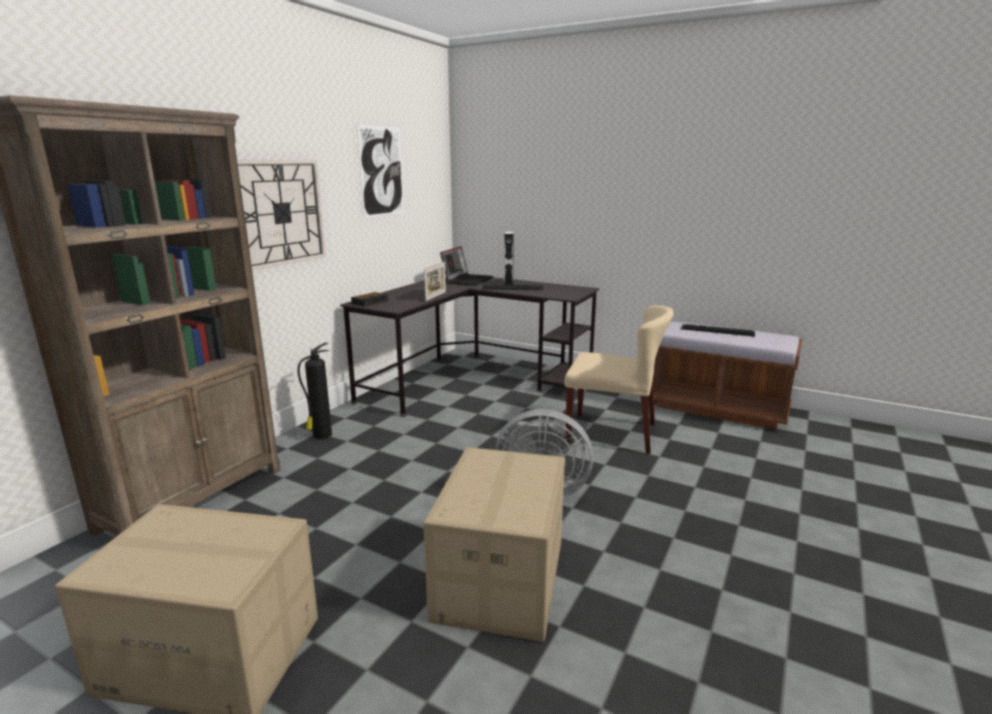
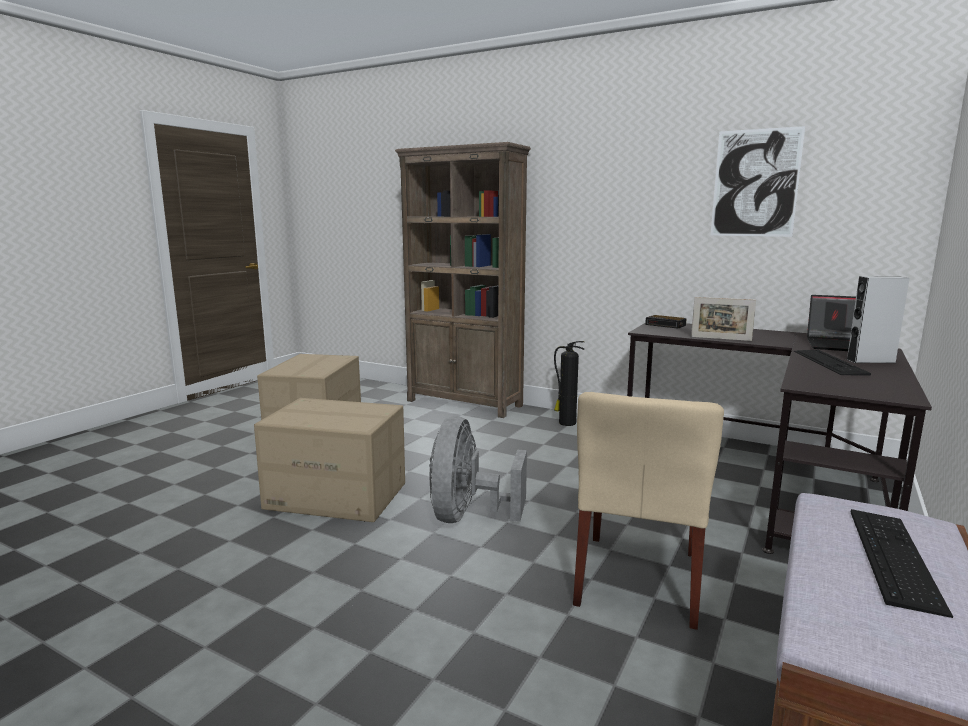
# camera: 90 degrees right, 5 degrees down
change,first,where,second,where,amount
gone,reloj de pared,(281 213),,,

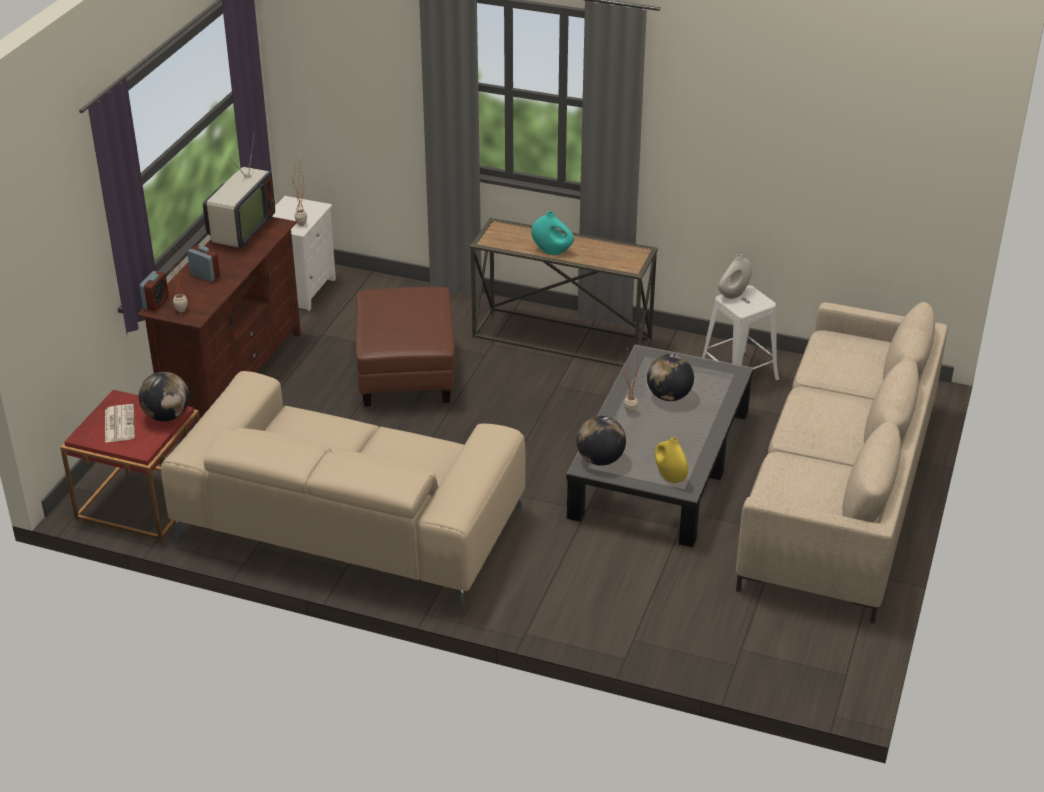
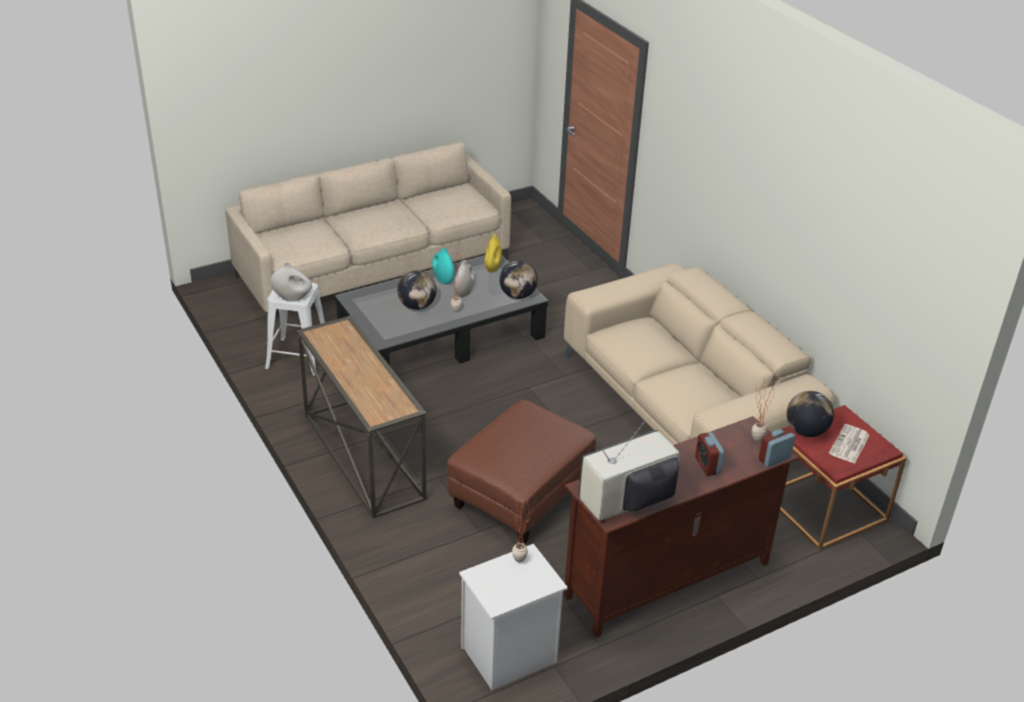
# camera: 140 degrees left, 0 degrees up
change,first,where,second,where,amount
shifted,florero/turquesa,(552 251),,(443 280),
new,,,florero/blanco,(464 292),

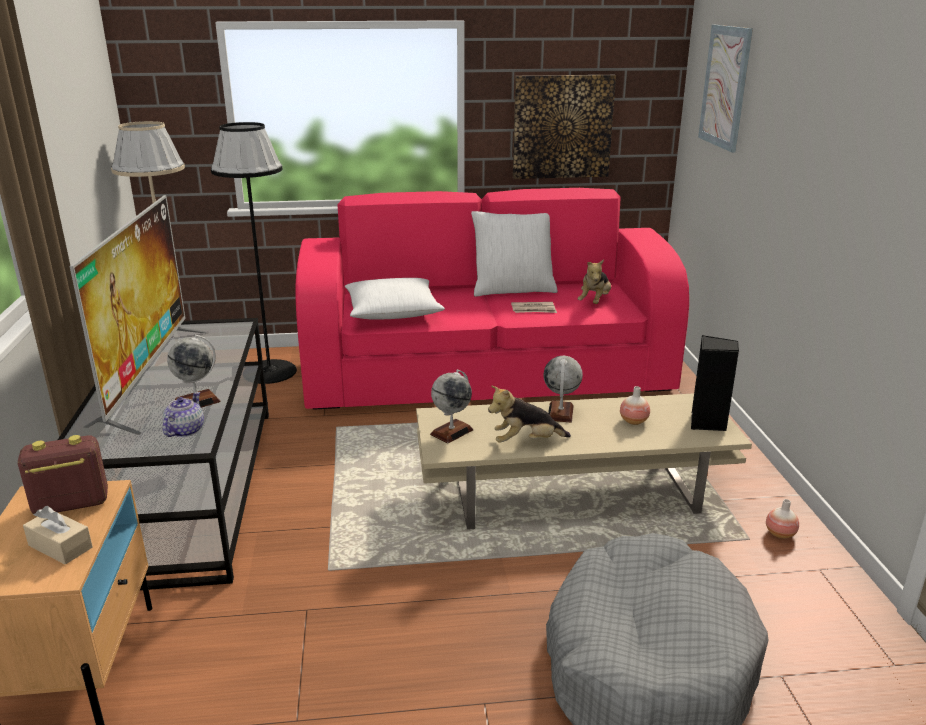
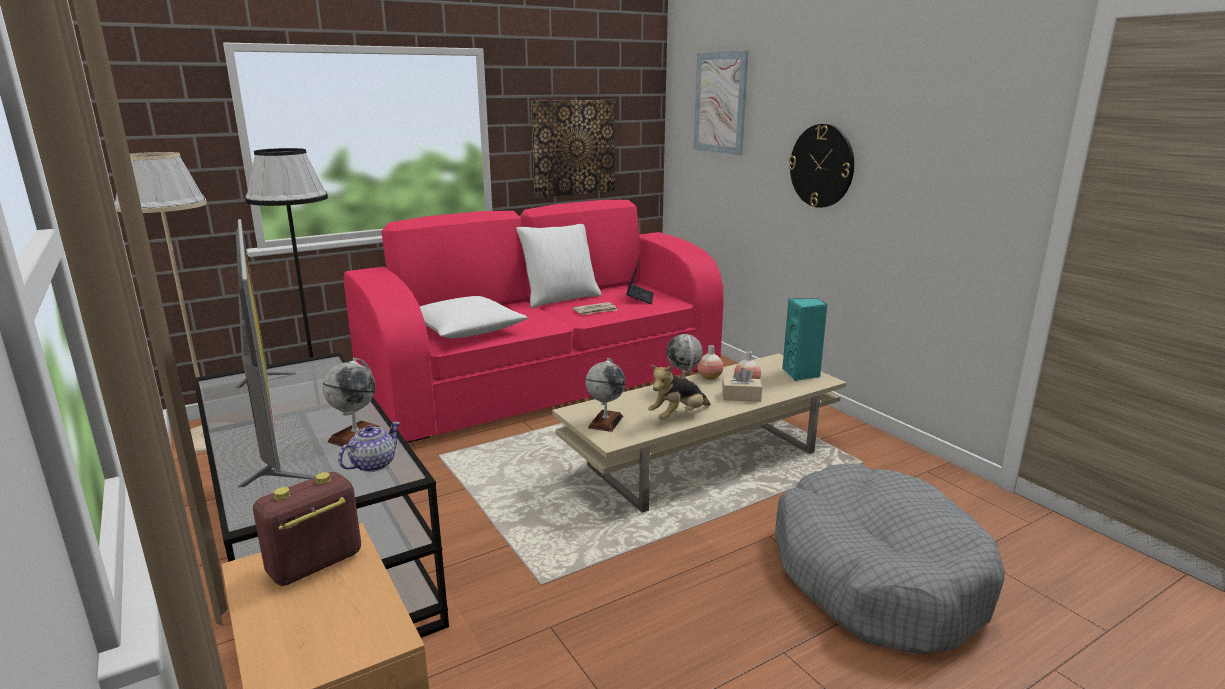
# camera: 25 degrees left, 5 degrees down
change,first,where,second,where,amount
rotated,tetera,(184 431),,(372 465),45 degrees clockwise
swapped,peluche,(594 301),portátil,(640 298),
shifted,florero,(780 534),,(709 377),
shifted,caja de pañuelos/beis,(60 546),,(741 397),
repainted,altavoz/negro,(708 423),altavoz/turquesa,(801 374),
new,,,reloj de pared,(822 166),

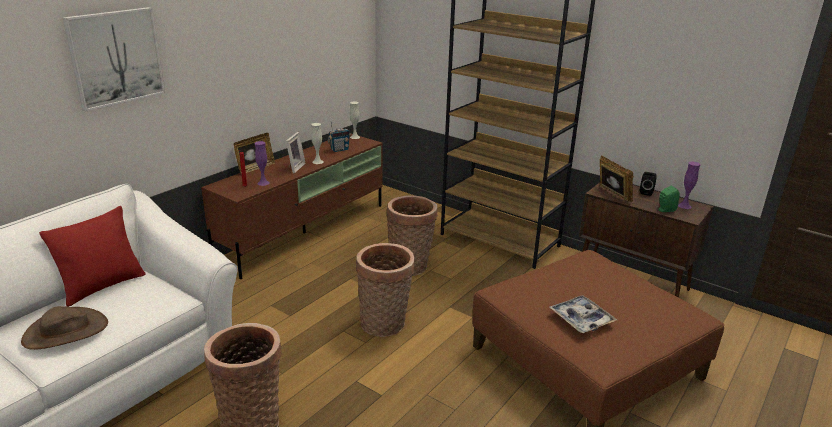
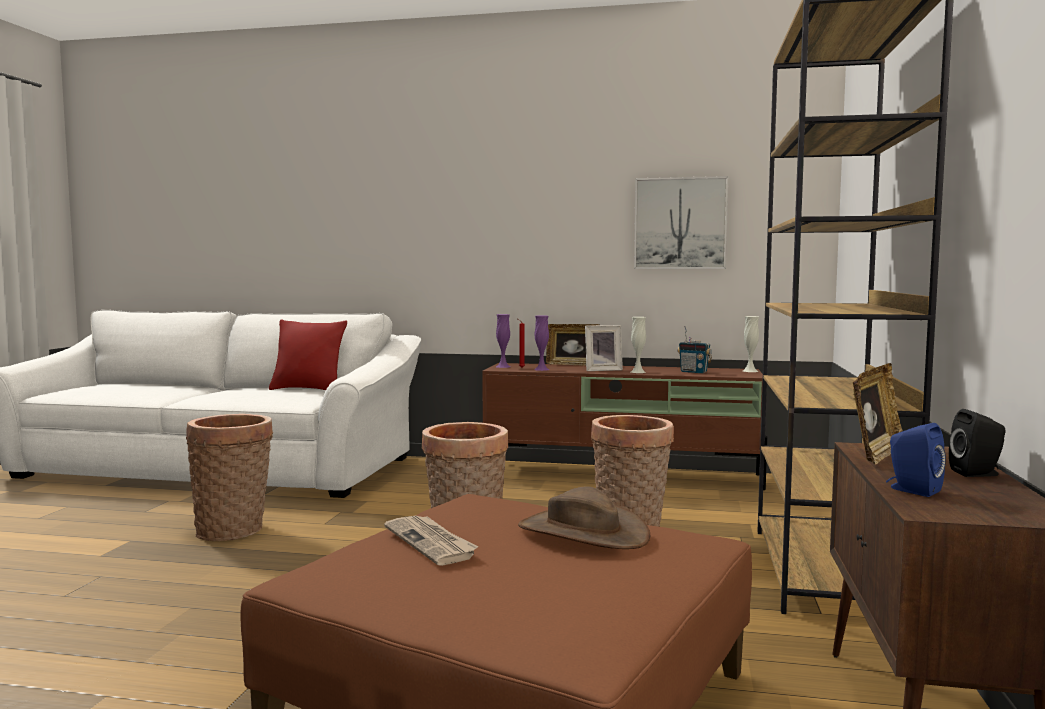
# camera: 65 degrees right, 20 degrees down
change,first,where,second,where,amount
swapped,bandeja,(581 319),periódico,(431 542),
shifted,florero/morado,(684 206),,(503 366),
shifted,sombrero/marrón,(65 332),,(582 532),
shifted,cuadro,(116 57),,(680 223),
repainted,altavoz/verde,(665 210),altavoz/azul,(912 490),

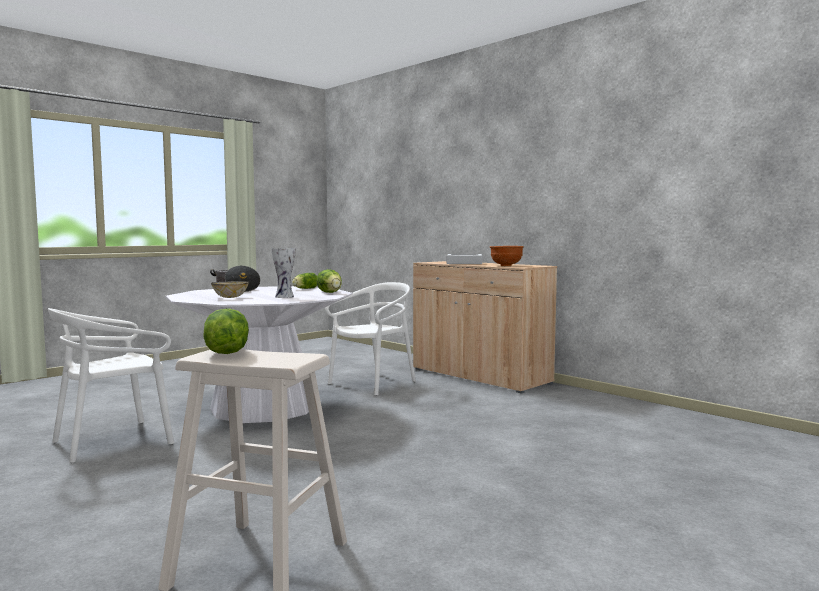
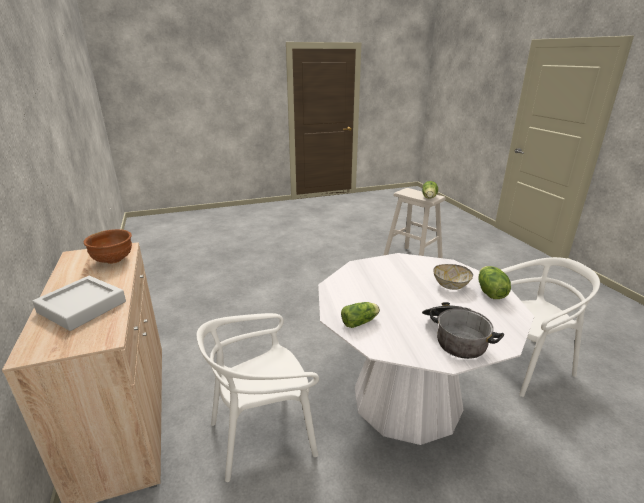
# camera: 155 degrees left, 20 degrees up
change,first,where,second,where,amount
shifted,lechuga,(330 292),,(490 293),
gone,florero,(285 297),,,

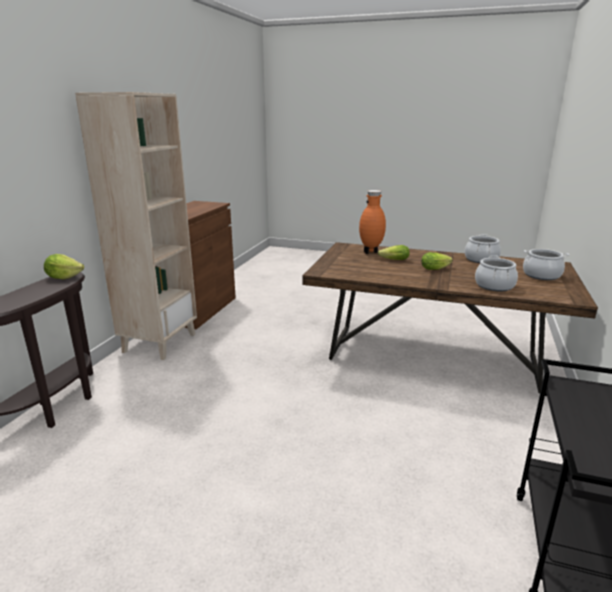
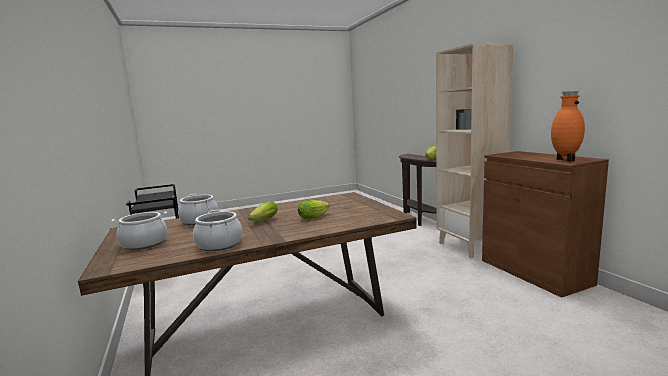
# camera: 140 degrees right, 10 degrees down
change,first,where,second,where,amount
shifted,florero/naranja,(371 252),,(564 160),

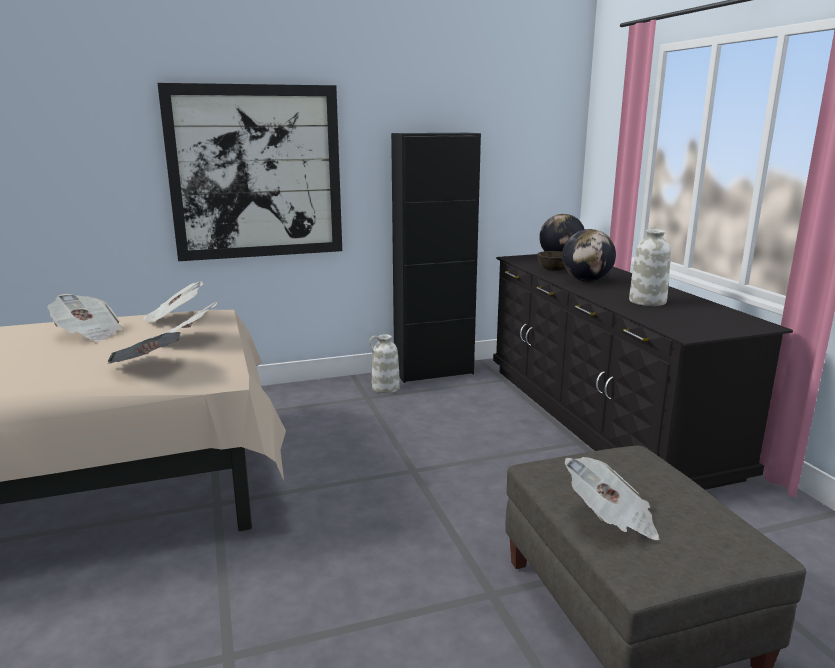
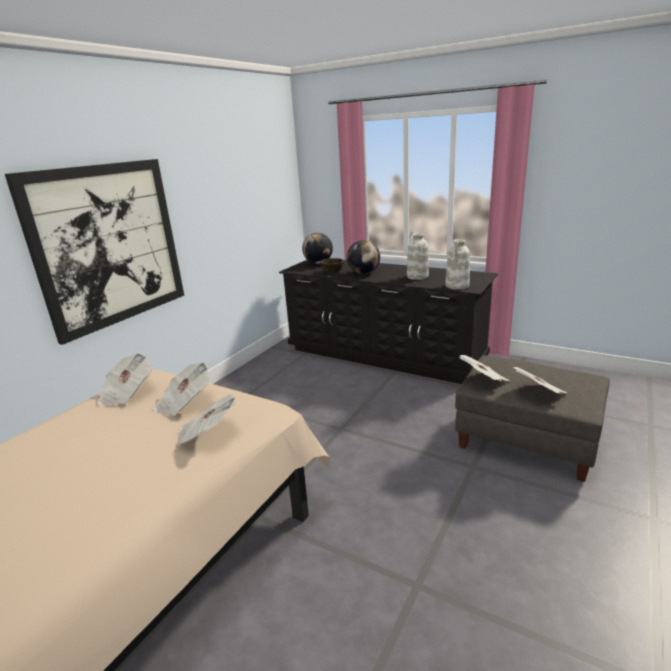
# camera: 40 degrees left, 5 degrees up
change,first,where,second,where,amount
shifted,florero/blanco,(385 388),,(457 286),
shifted,periódico,(88 334),,(483 380),
gone,armario/negro,(433 372),,,

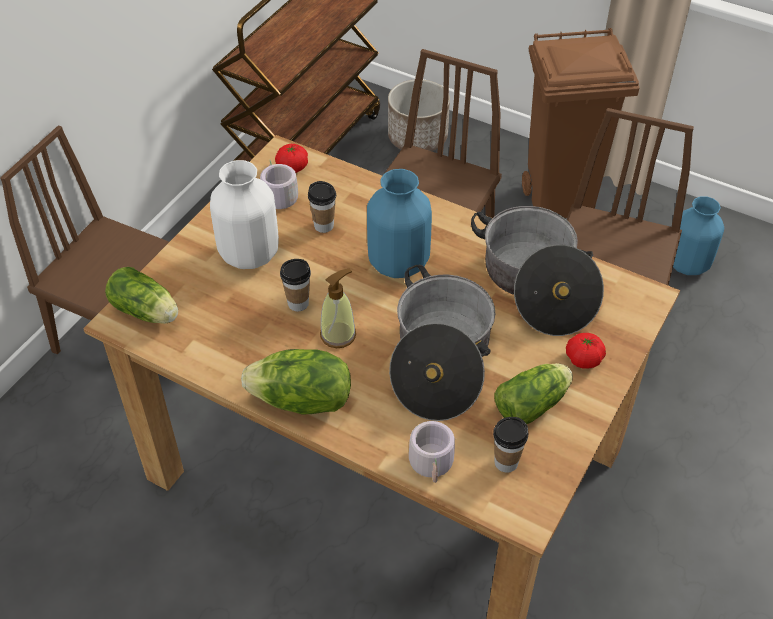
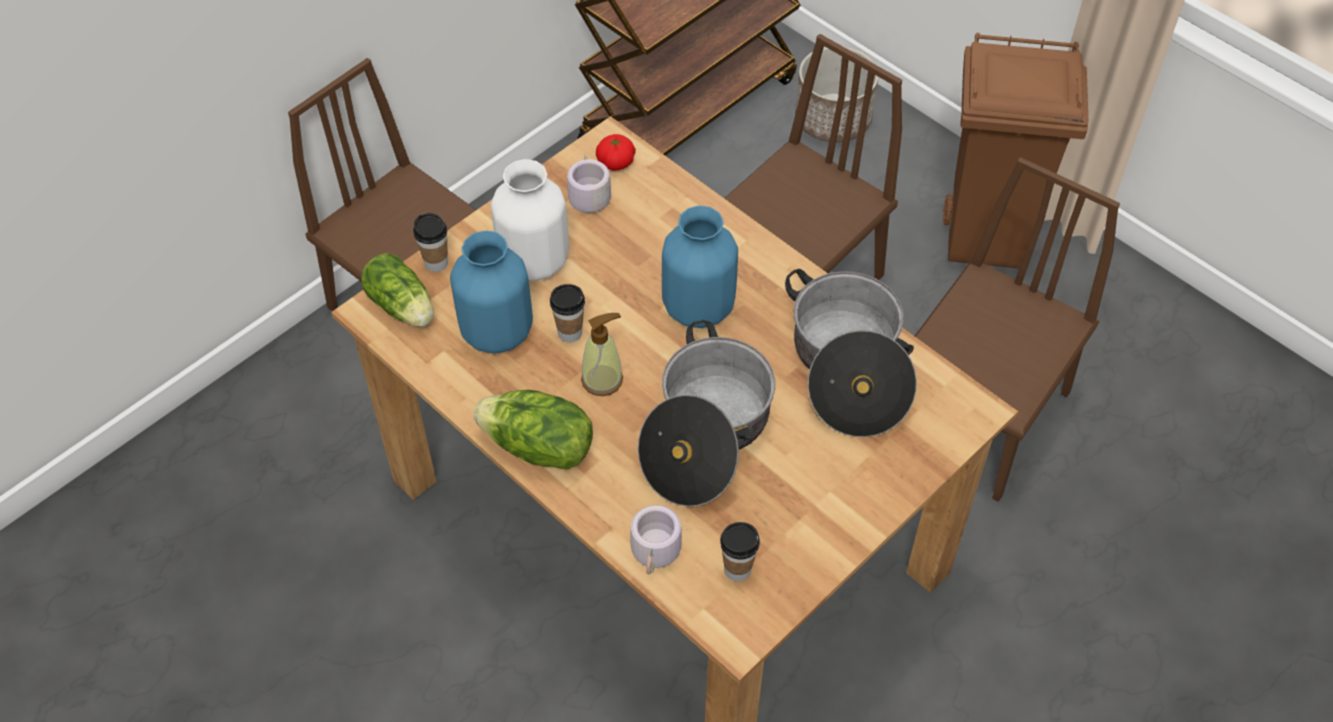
# camera: 15 degrees right, 5 degrees up
change,first,where,second,where,amount
shifted,taza,(324 226),,(436 263),
shifted,florero/azul,(687 263),,(497 331),
gone,lechuga,(534 404),,,
gone,tomate,(583 359),,,

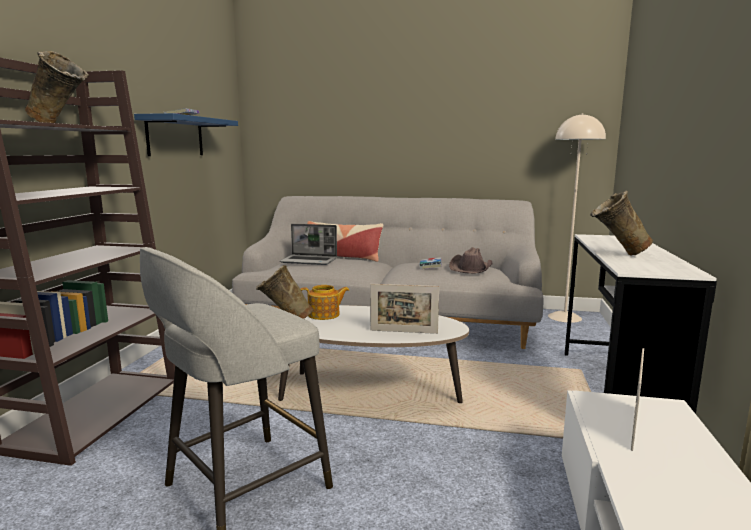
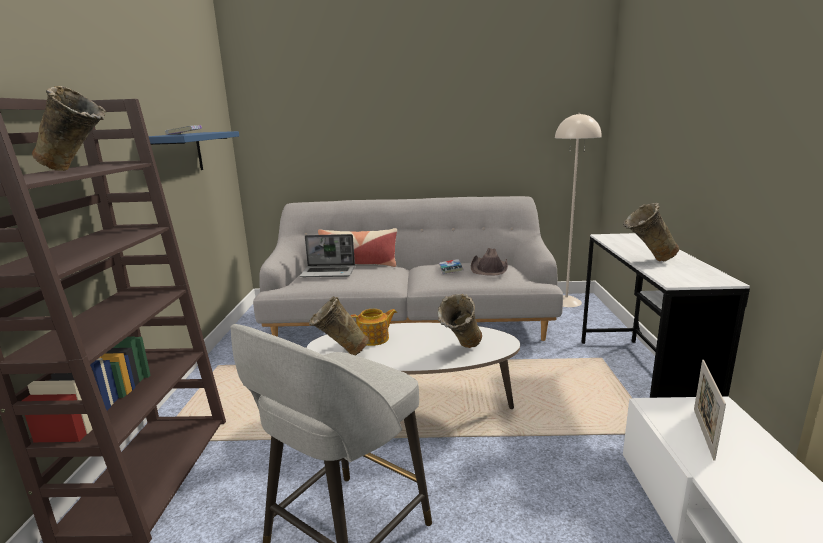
# camera: 10 degrees left, 5 degrees up
change,first,where,second,where,amount
swapped,portarretratos,(403 332),florero/beis,(461 352),

